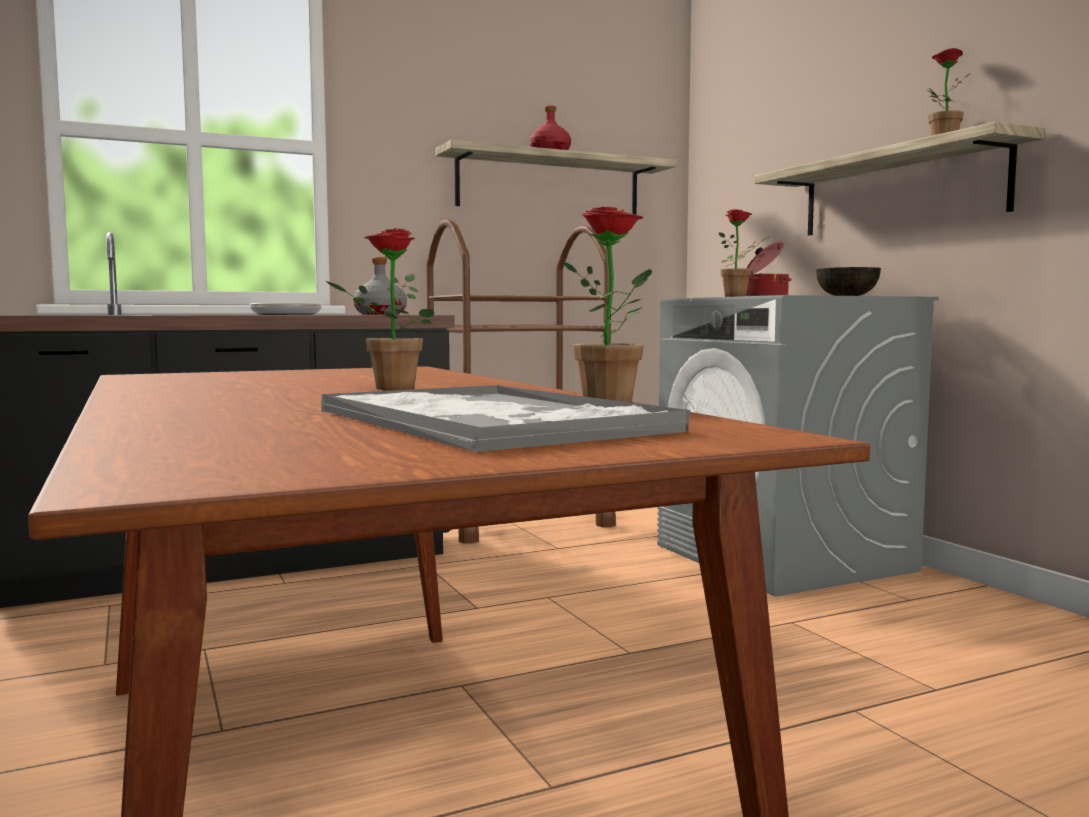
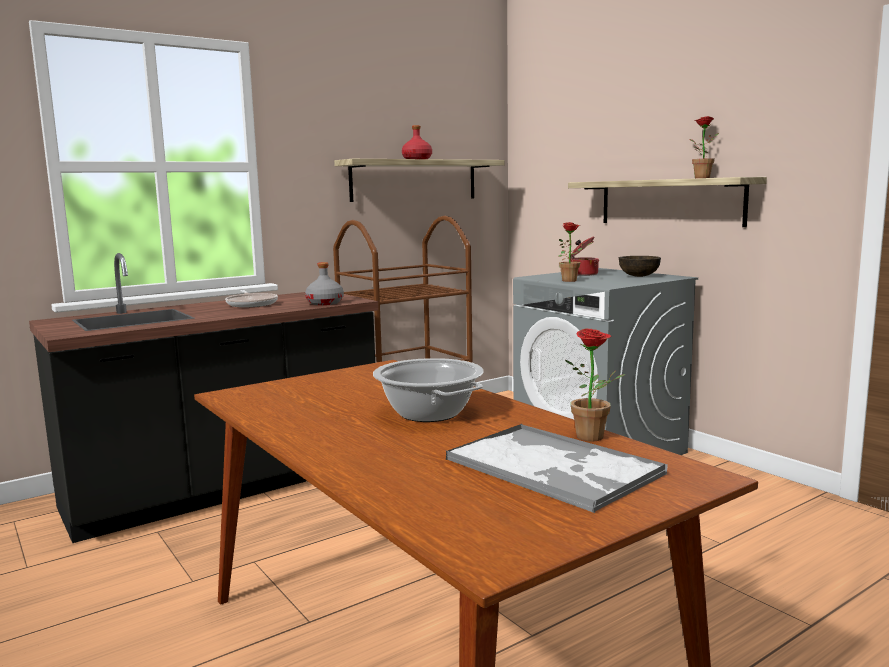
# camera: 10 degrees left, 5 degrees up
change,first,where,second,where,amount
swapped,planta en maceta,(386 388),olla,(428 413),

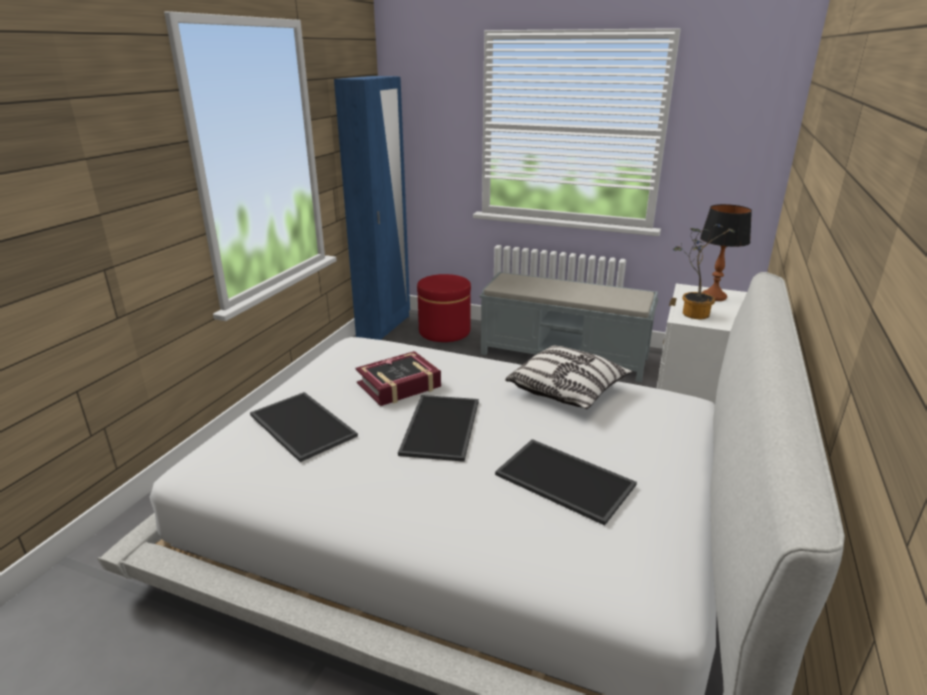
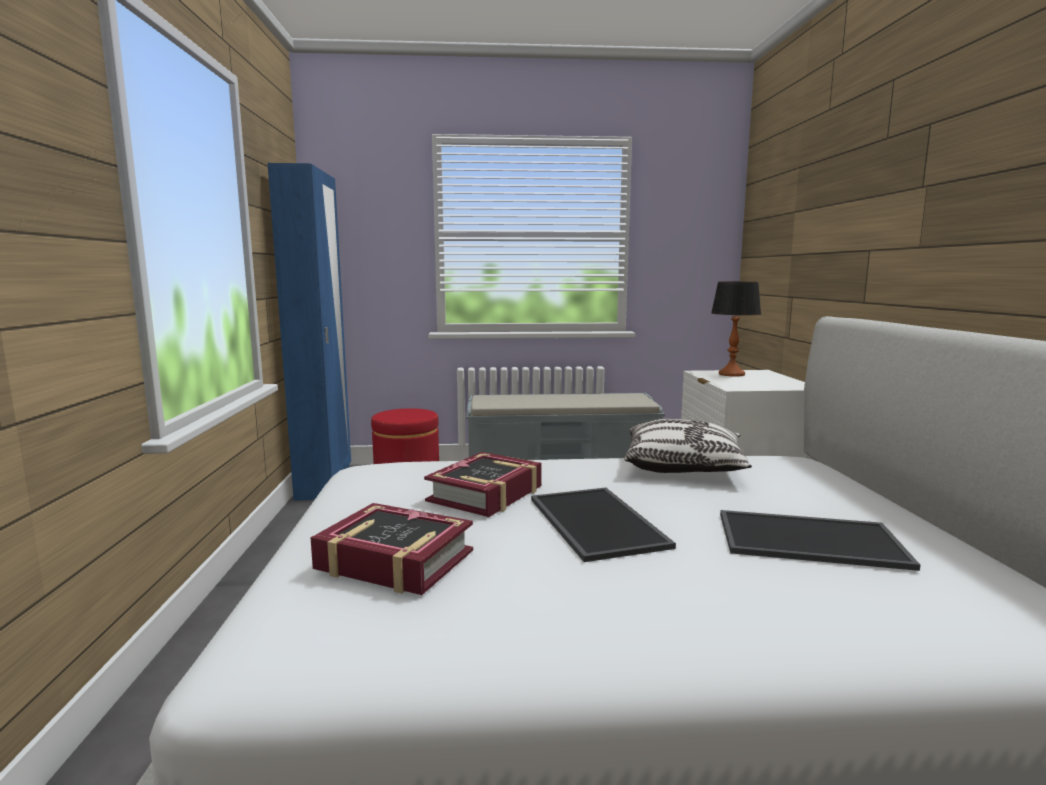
# camera: 25 degrees left, 15 degrees down
change,first,where,second,where,amount
swapped,bandeja,(300 425),libro,(394 561),
gone,planta en maceta,(692 313),,,

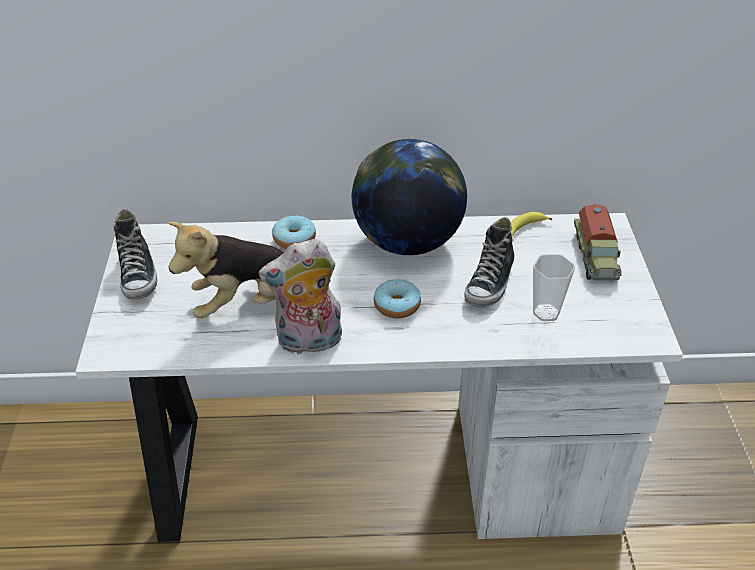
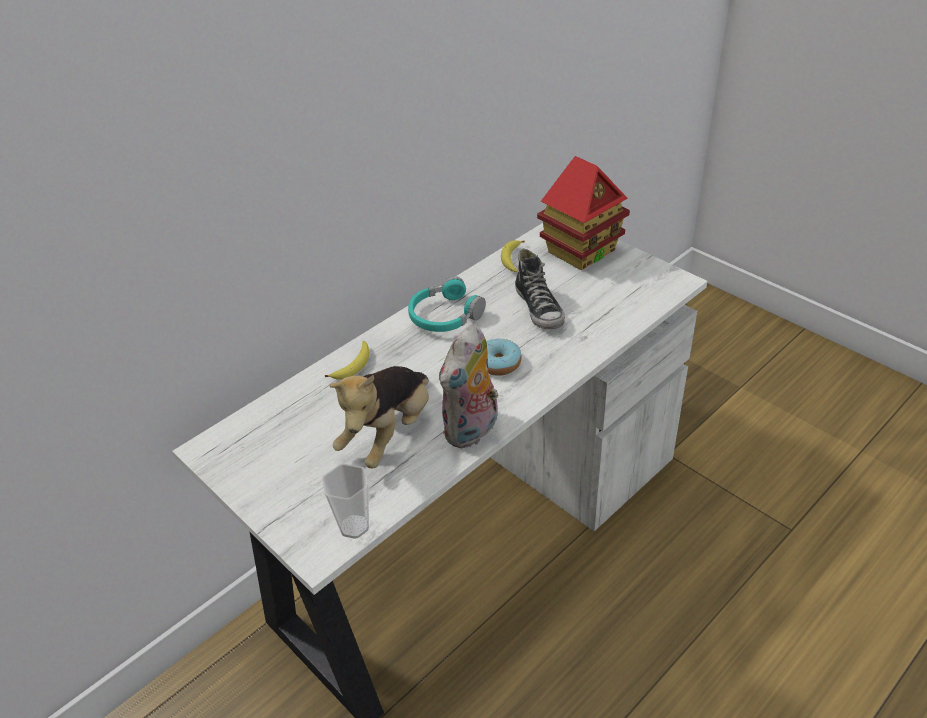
# camera: 40 degrees left, 0 degrees up
change,first,where,second,where,amount
shifted,taza,(546 313),,(354 526),
swapped,rosquilla,(294 239),plátano,(353 366),
swapped,globo terráqueo,(407 243),auriculares/turquesa,(445 316),
swapped,camión de juguete,(596 257),casita,(581 251),
gone,zapato,(138 274),,,

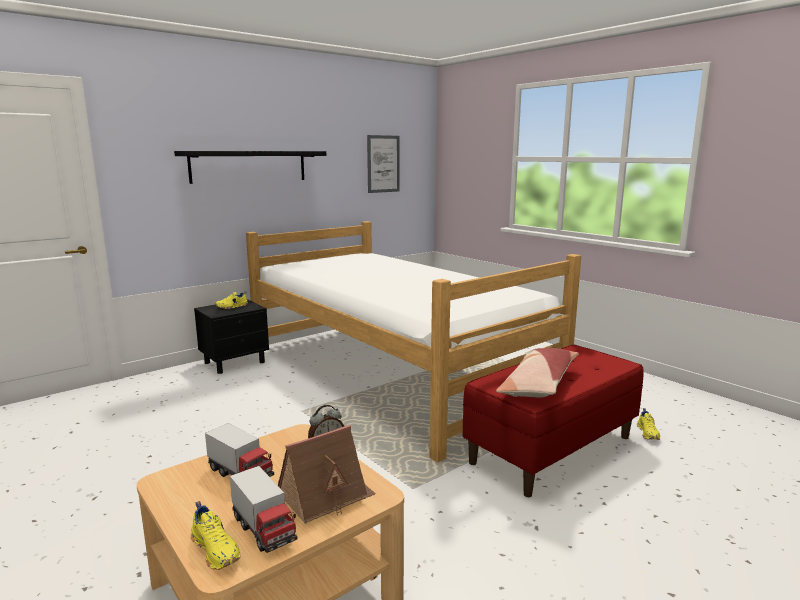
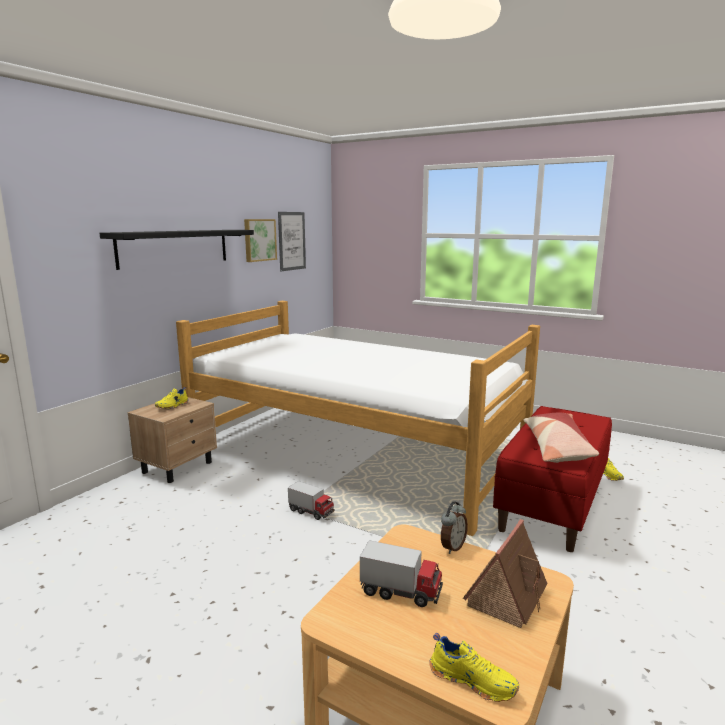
# camera: 20 degrees left, 0 degrees up
change,first,where,second,where,amount
repainted,mesita de noche/negro,(235 362),mesita de noche/beis,(178 467),
new,,,cuadro,(259 240),
shifted,camión de juguete,(264 530),,(311 512),

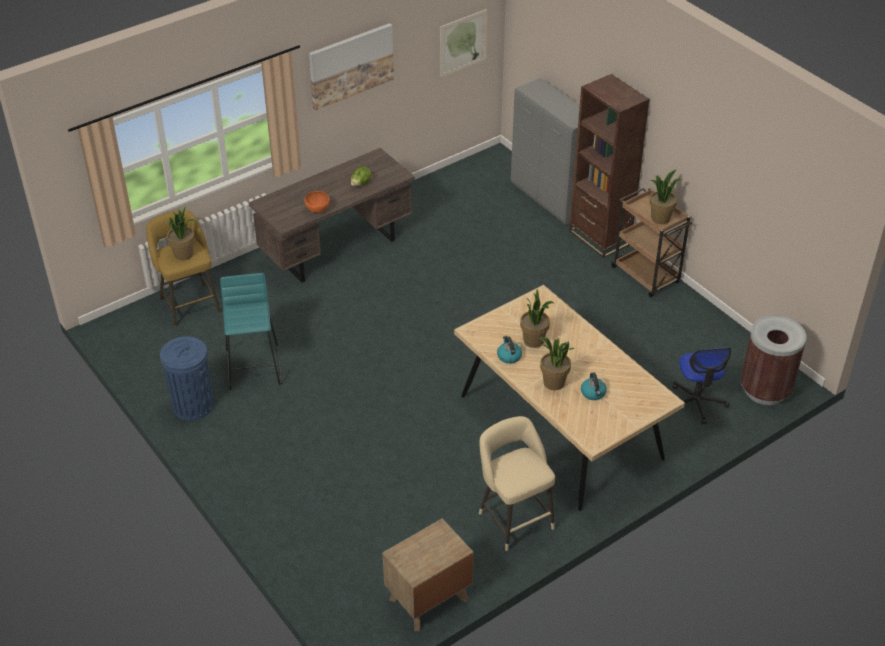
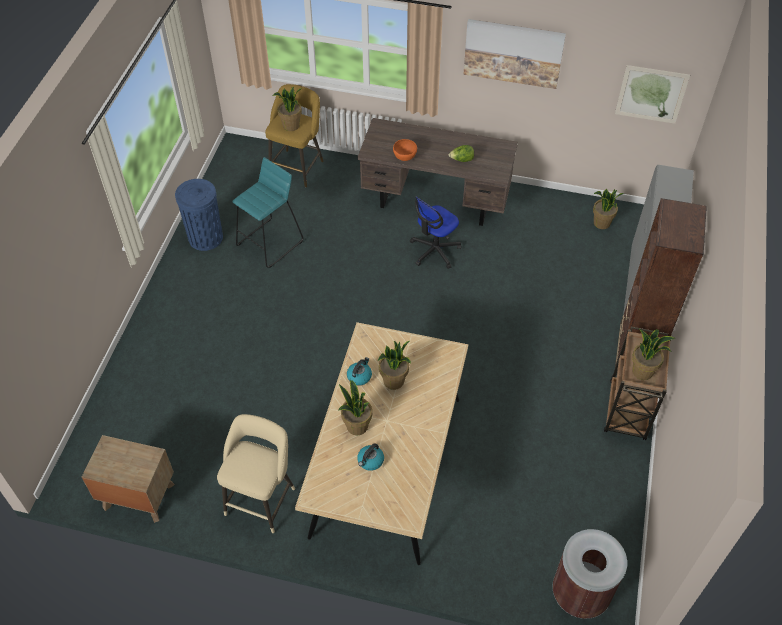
# camera: 50 degrees right, 10 degrees up
change,first,where,second,where,amount
shifted,silla de oficina,(696 403),,(434 251),
new,,,planta en maceta,(601 223),

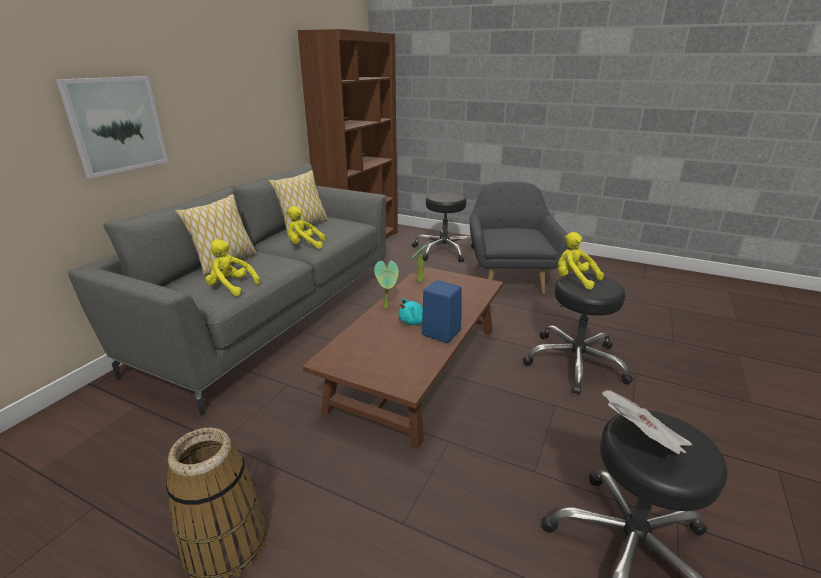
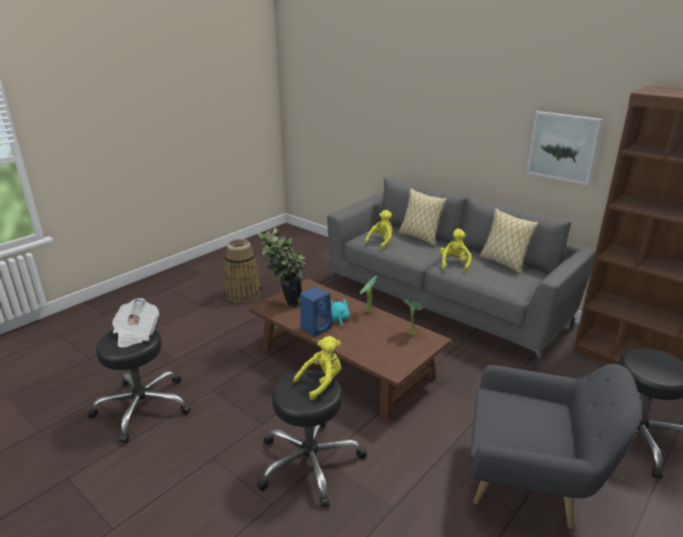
# camera: 105 degrees right, 0 degrees up
change,first,where,second,where,amount
new,,,planta en maceta,(285 301),
shifted,cuadro,(116 125),,(563 147),

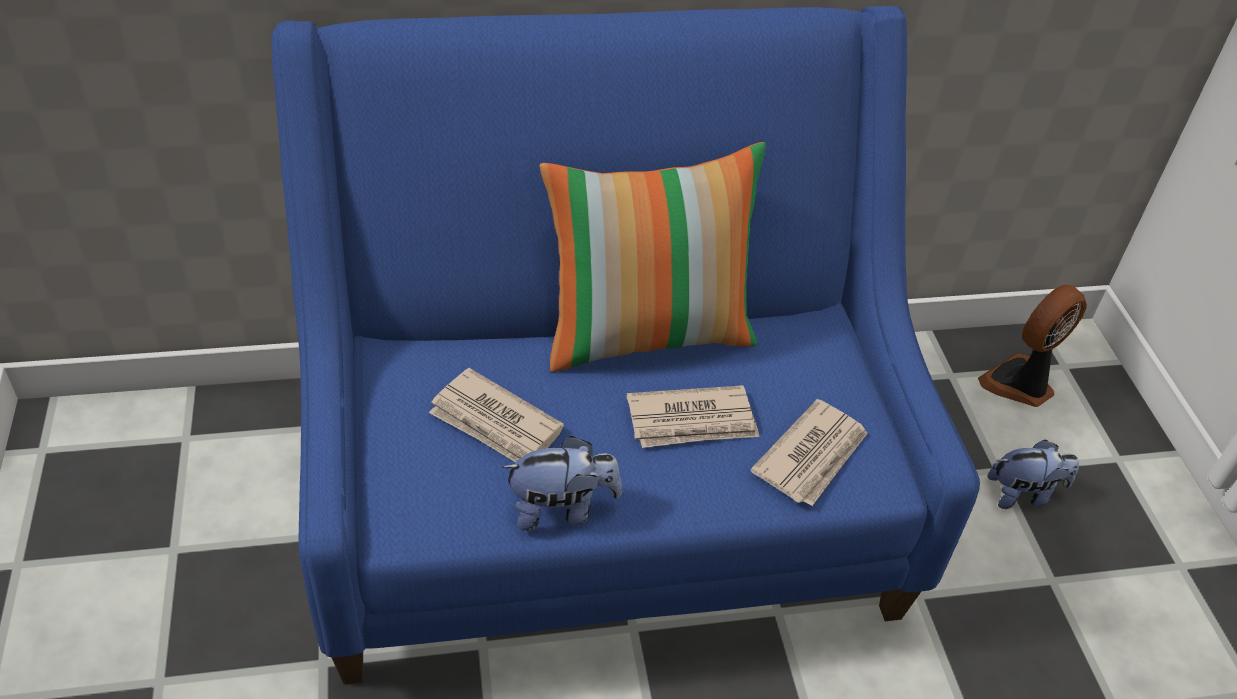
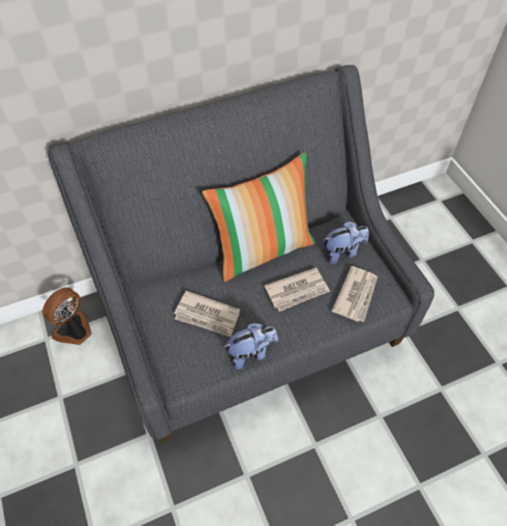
# camera: 10 degrees left, 10 degrees up
change,first,where,second,where,amount
shifted,ventilador,(1020 384),,(75 331),
repainted,sofá/azul,(604 503),sofá/gris,(253 321),
shifted,peluche,(1023 494),,(343 252),

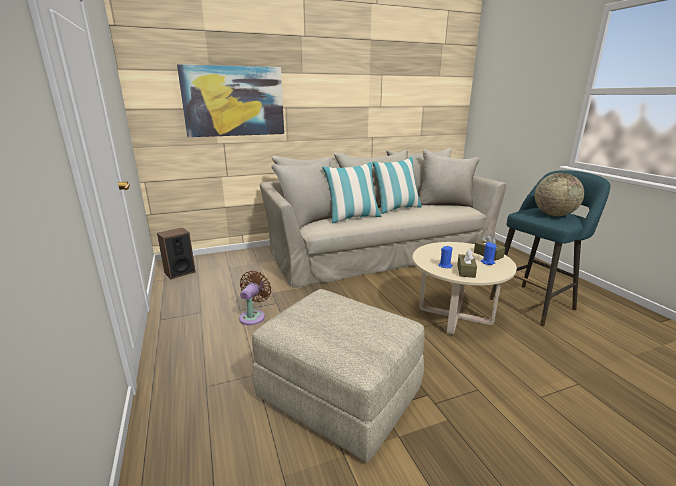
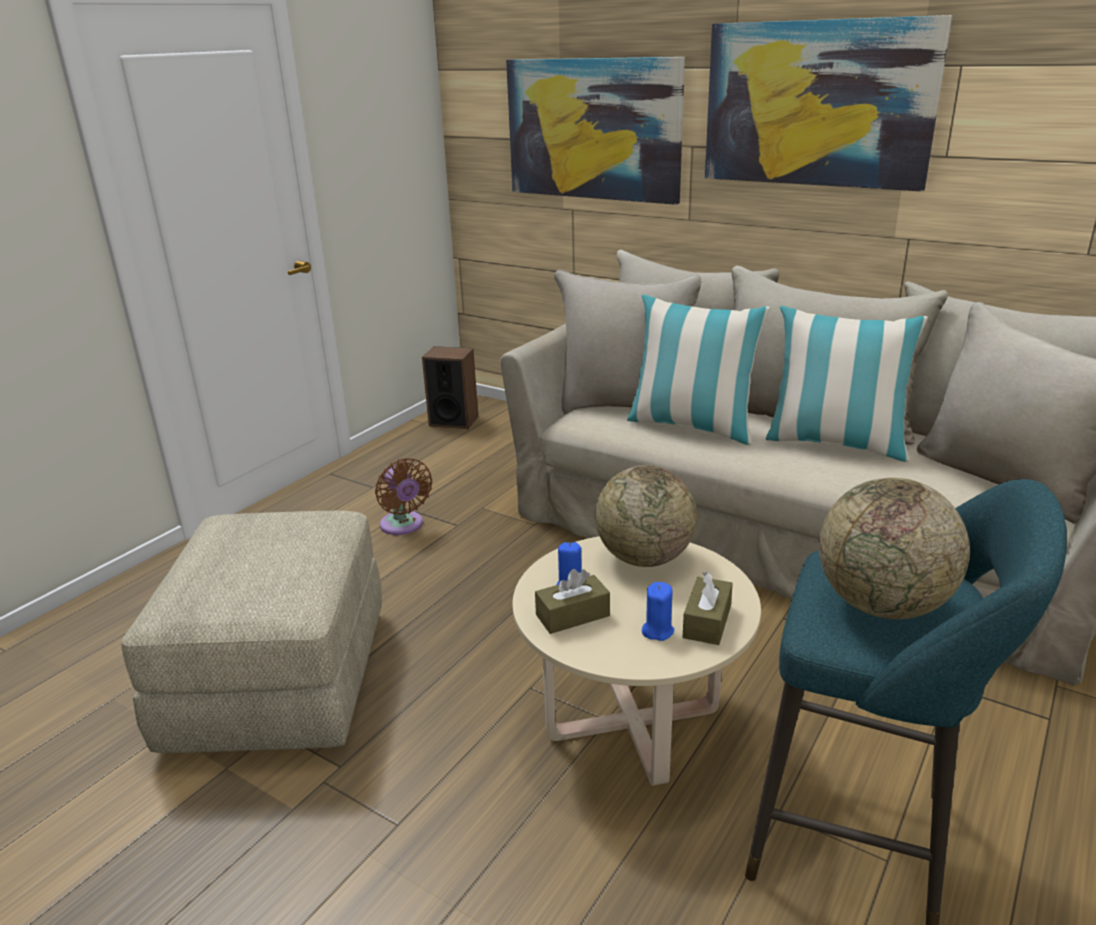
# camera: 55 degrees right, 5 degrees up
change,first,where,second,where,amount
rotated,ventilador/marrón,(253 316),,(403 526),75 degrees clockwise
new,,,globo terráqueo,(644 558),
new,,,cuadro,(817 104),

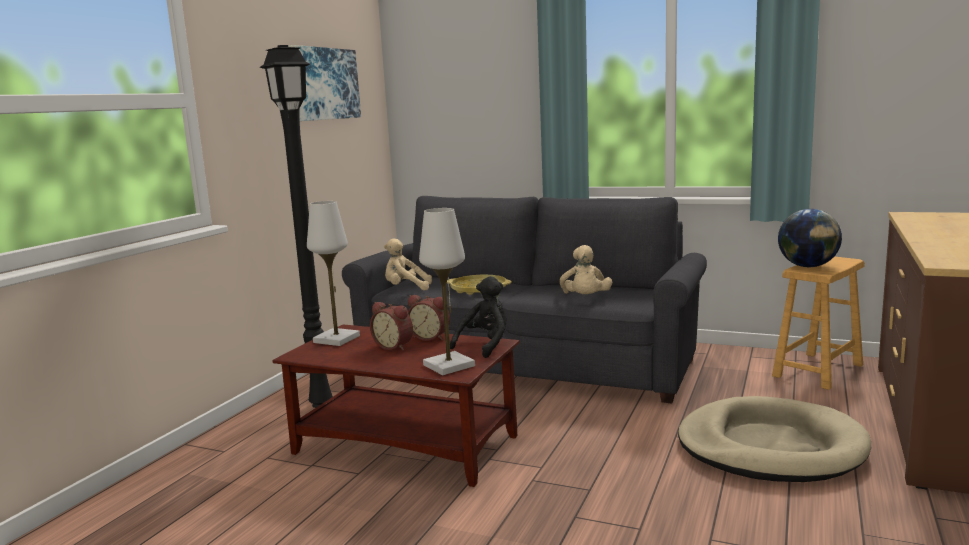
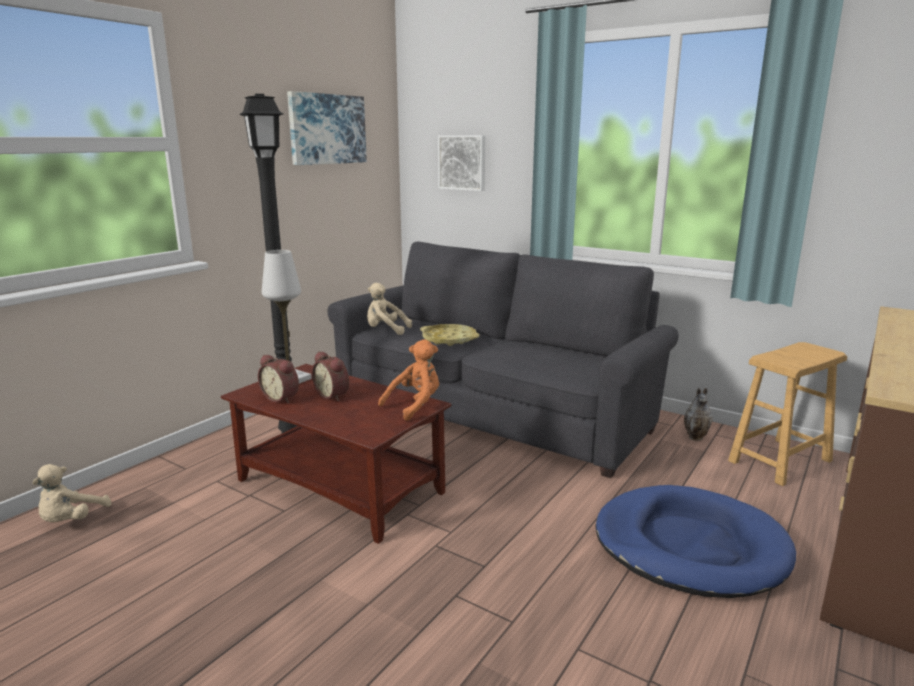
# camera: 10 degrees right, 5 degrees up
change,first,where,second,where,amount
shifted,peluche/beis,(585 299),,(71 520),
shifted,despertador,(430 337),,(282 398),
repainted,peluche/negro,(485 345),peluche/naranja,(415 405),
new,,,cuadro,(462 162),
repainted,cama para perro/beis,(770 447),cama para perro/azul,(689 546),
new,,,florero,(696 437),
gone,lámpara de mesa/blanco,(449 365),,,
gone,globo terráqueo,(807 266),,,

